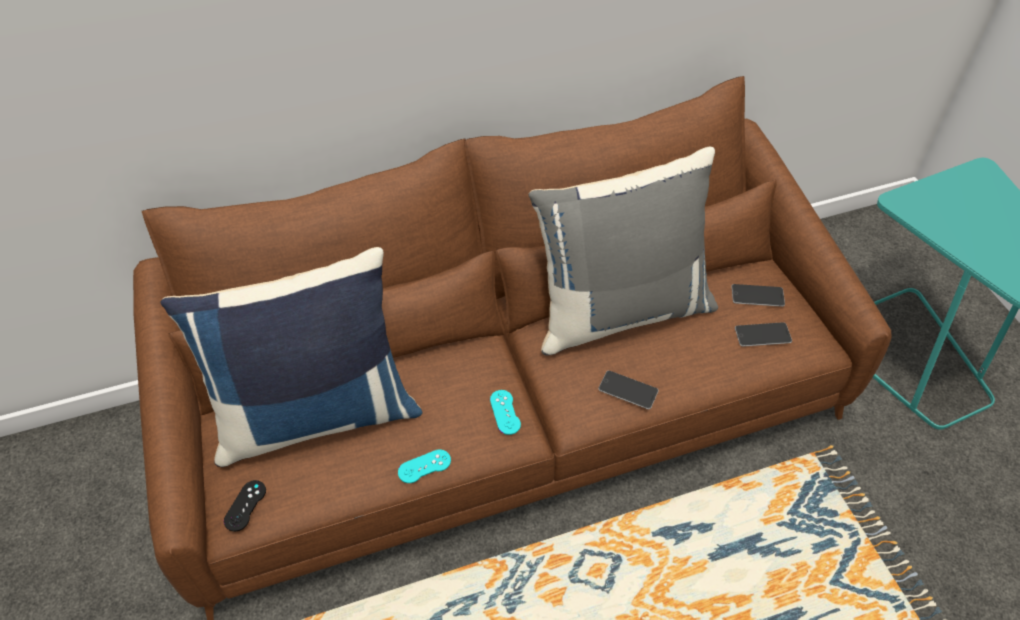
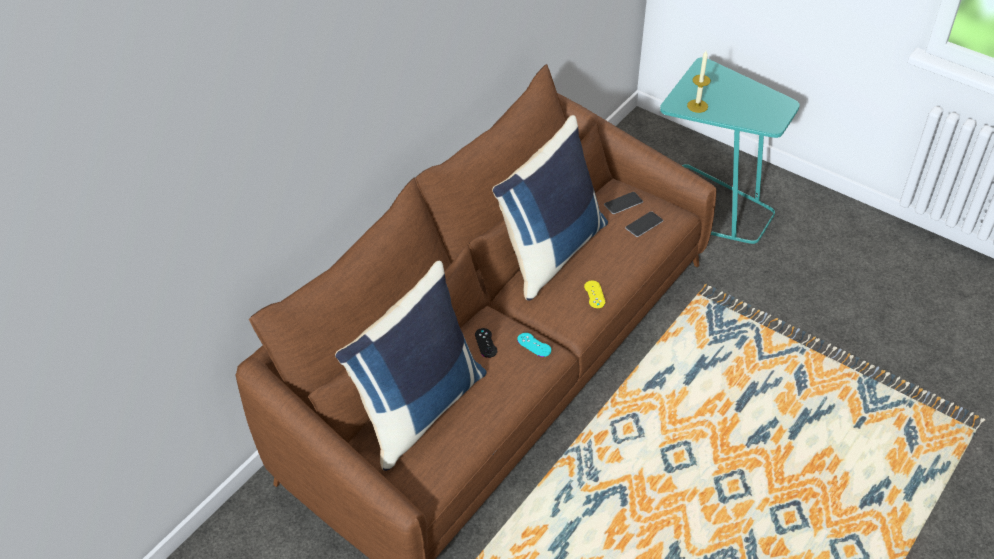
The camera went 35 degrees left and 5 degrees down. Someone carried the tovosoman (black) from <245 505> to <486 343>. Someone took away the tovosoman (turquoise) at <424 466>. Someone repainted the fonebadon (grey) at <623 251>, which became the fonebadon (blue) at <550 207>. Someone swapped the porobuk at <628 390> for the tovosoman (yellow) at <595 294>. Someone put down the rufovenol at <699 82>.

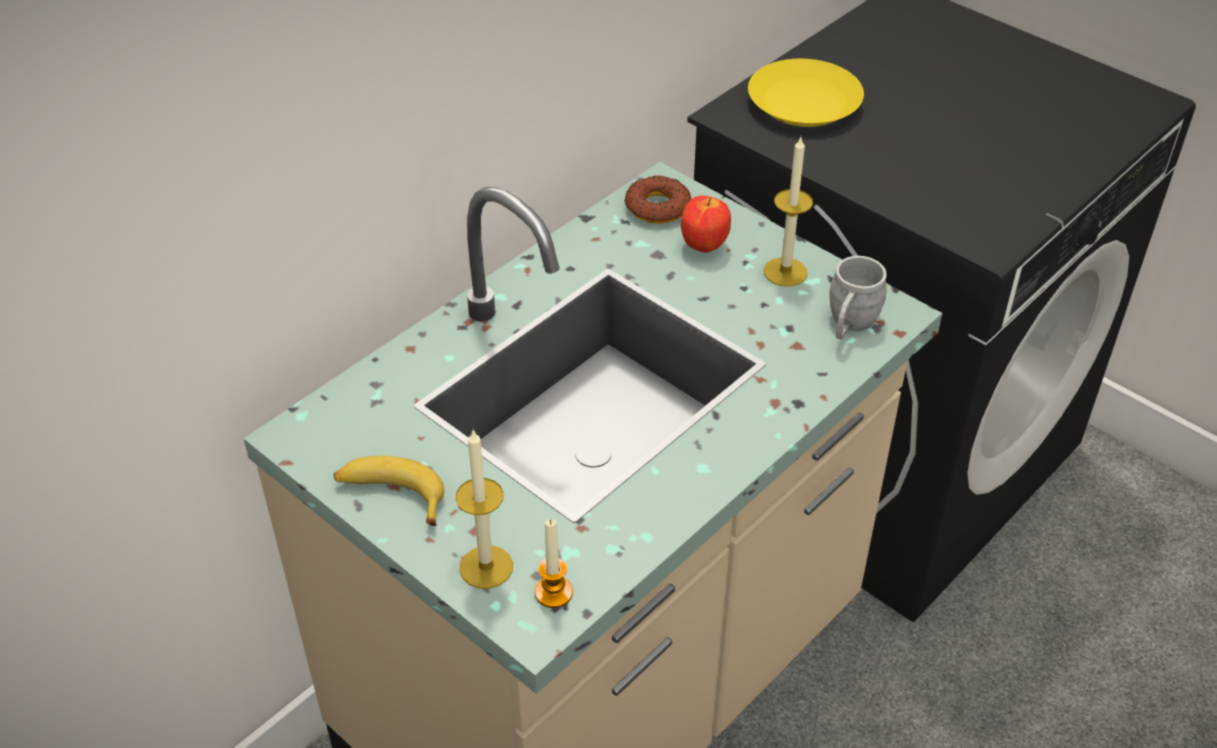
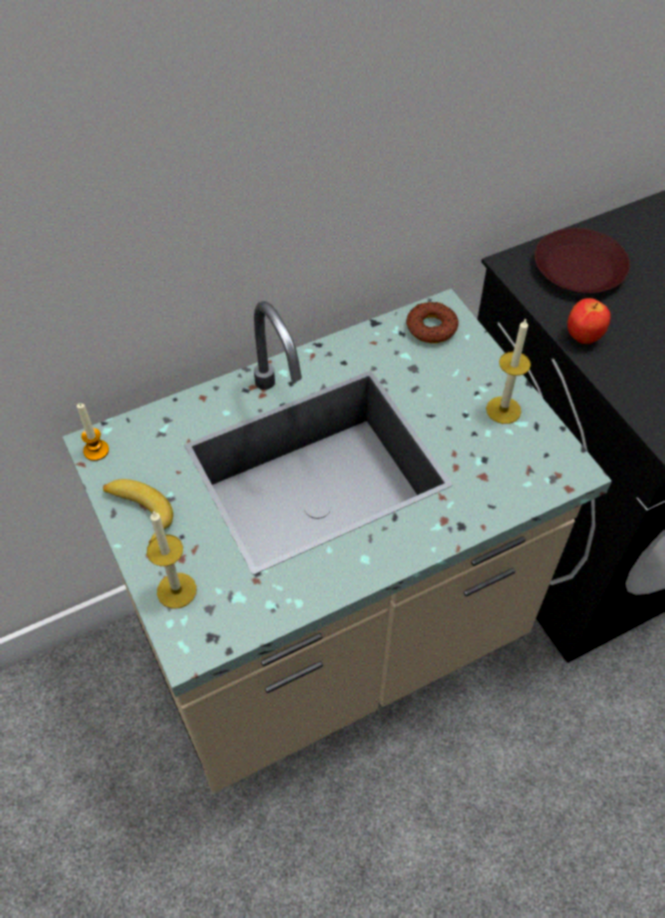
The camera went 20 degrees right and 10 degrees up. Someone carried the rufovenol from <554 563> to <93 432>. Someone carried the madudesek from <706 224> to <589 321>. Someone repainted the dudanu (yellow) at <806 93>, which became the dudanu (brown) at <582 260>. Someone took away the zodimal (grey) at <858 297>.

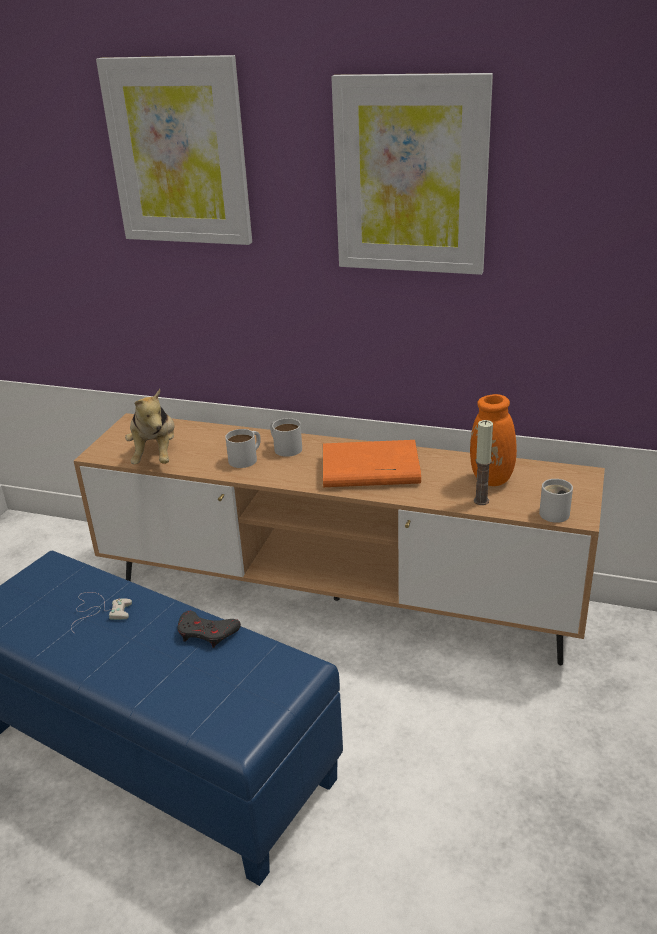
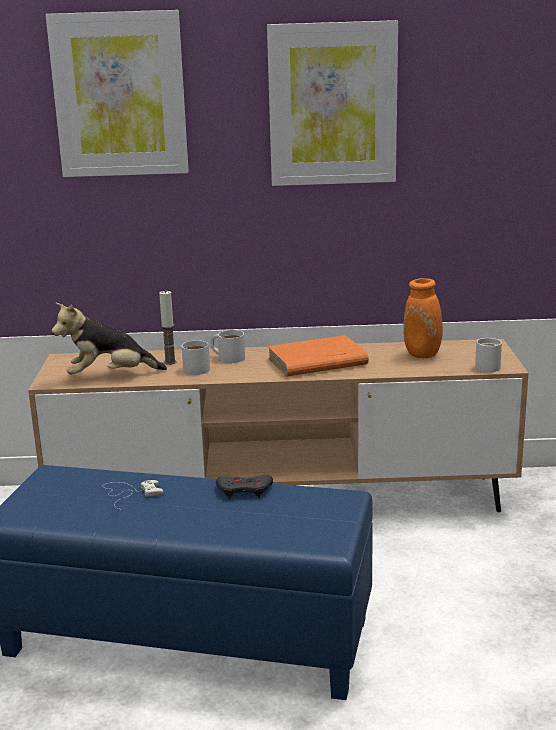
The camera went 20 degrees left and 10 degrees down. Someone rotated the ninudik at <150 426> by 105 degrees clockwise. Someone carried the rufovenol from <483 462> to <168 327>.

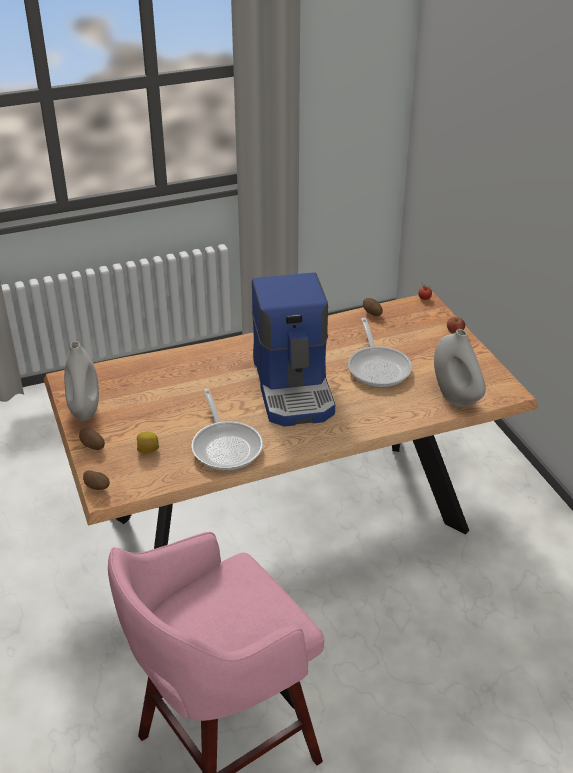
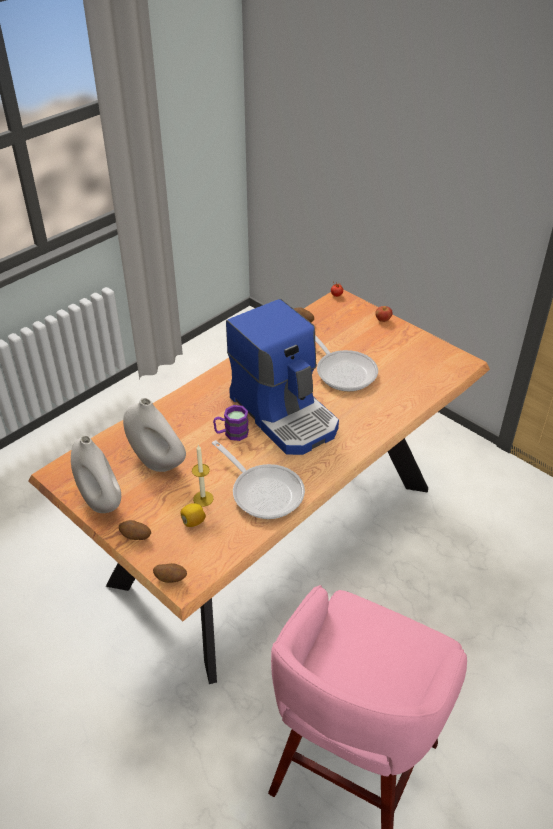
The camera went 25 degrees left and 5 degrees up. Someone carried the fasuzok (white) from <460 368> to <154 435>. Someone put down the rufovenol at <203 476>. Someone put down the zodimal (purple) at <231 423>.

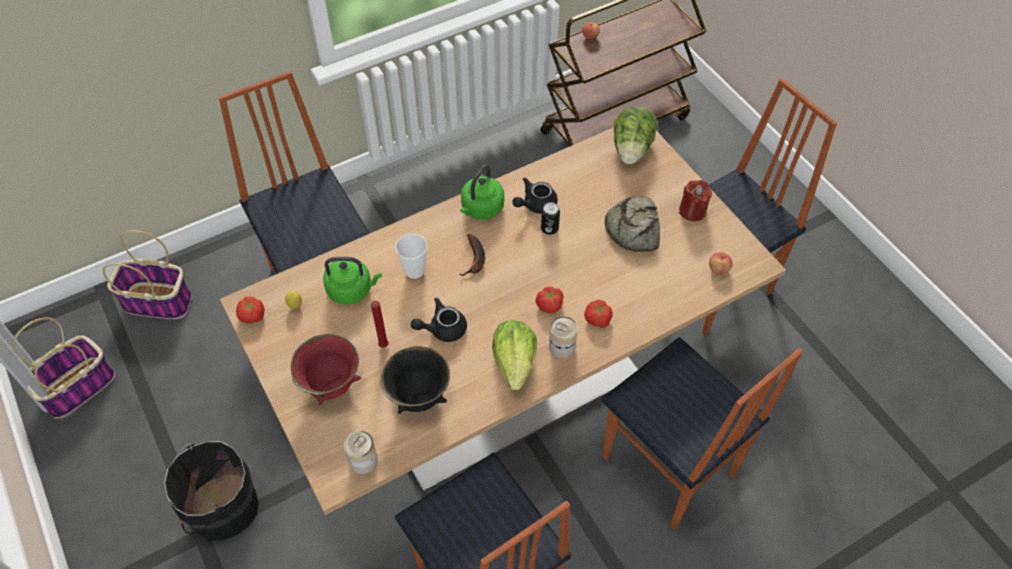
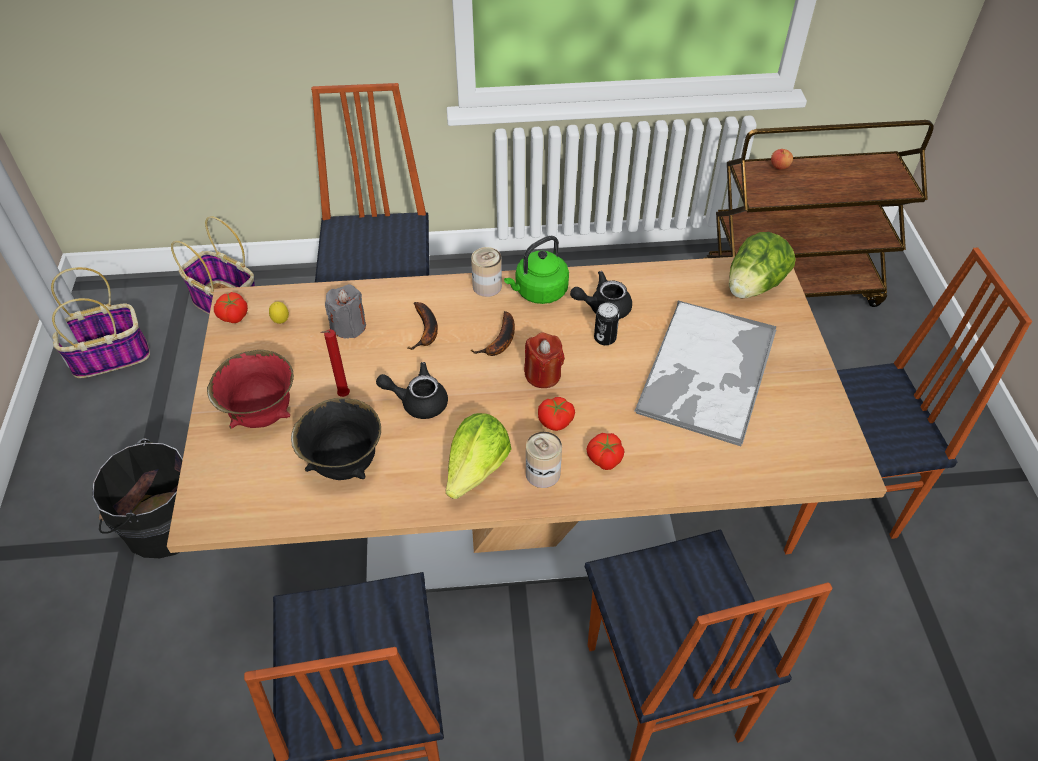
The camera went 25 degrees right and 5 degrees down. Someone swapped the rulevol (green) at <352 281> for the rufovenol (grey) at <345 311>. Someone carried the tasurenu from <361 452> to <486 272>. Someone swapped the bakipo at <411 256> for the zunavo at <422 326>. Someone swapped the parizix at <632 223> for the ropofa at <705 374>. Someone carried the rufovenol (red) from <695 200> to <544 360>. Someone took away the madudesek at <720 263>.

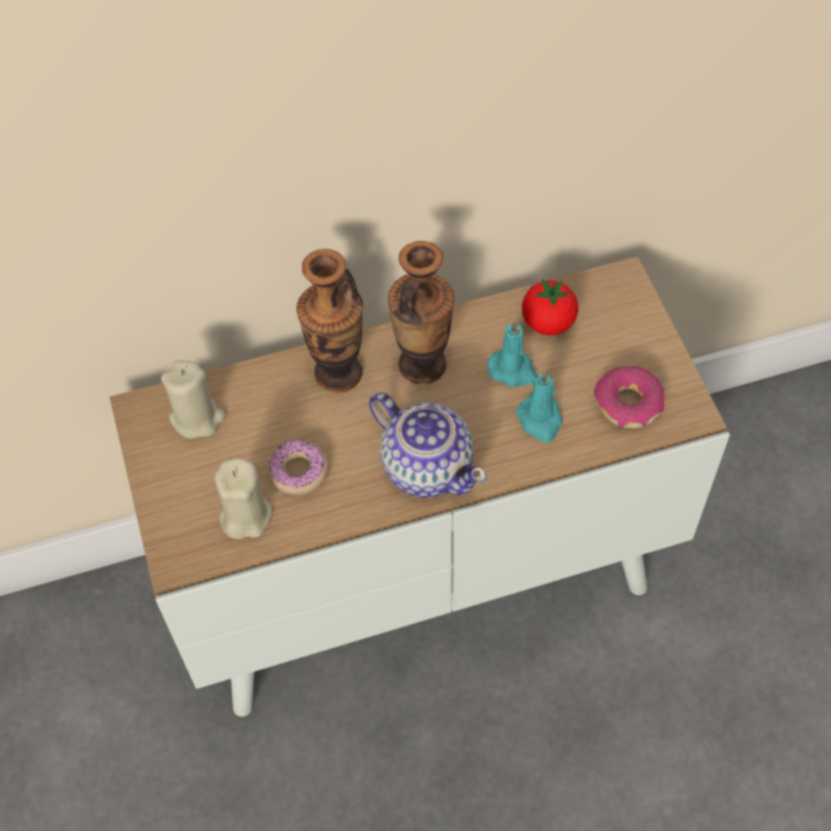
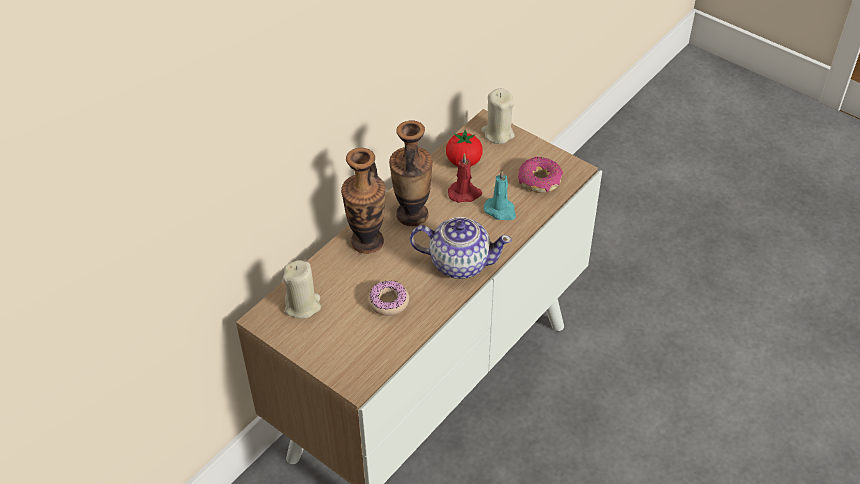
The camera went 35 degrees left and 10 degrees down. Someone carried the rufovenol (beige) from <243 498> to <498 116>. Someone repainted the rufovenol (turquoise) at <512 353>, which became the rufovenol (red) at <465 178>.

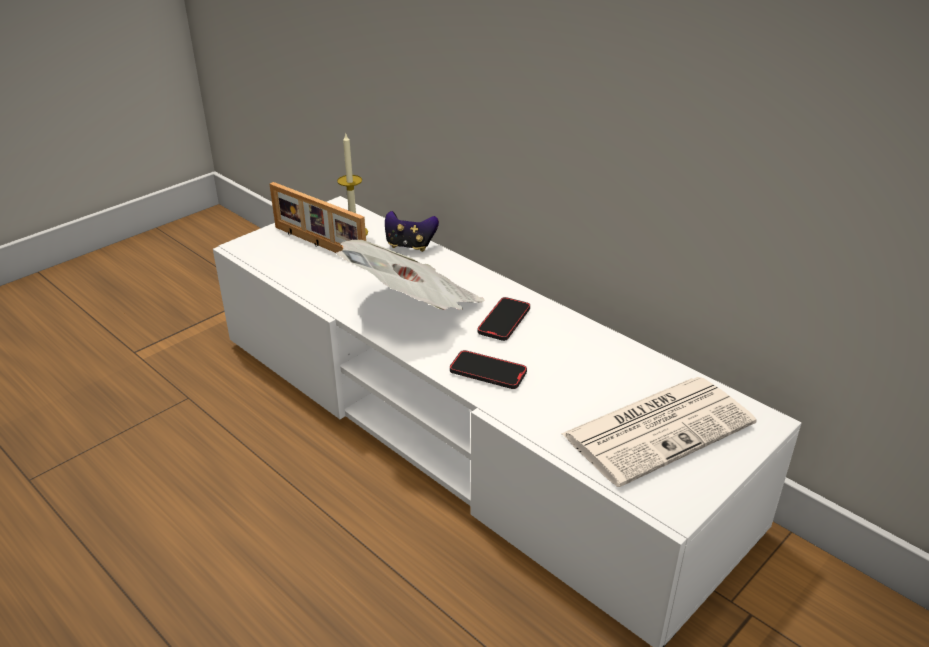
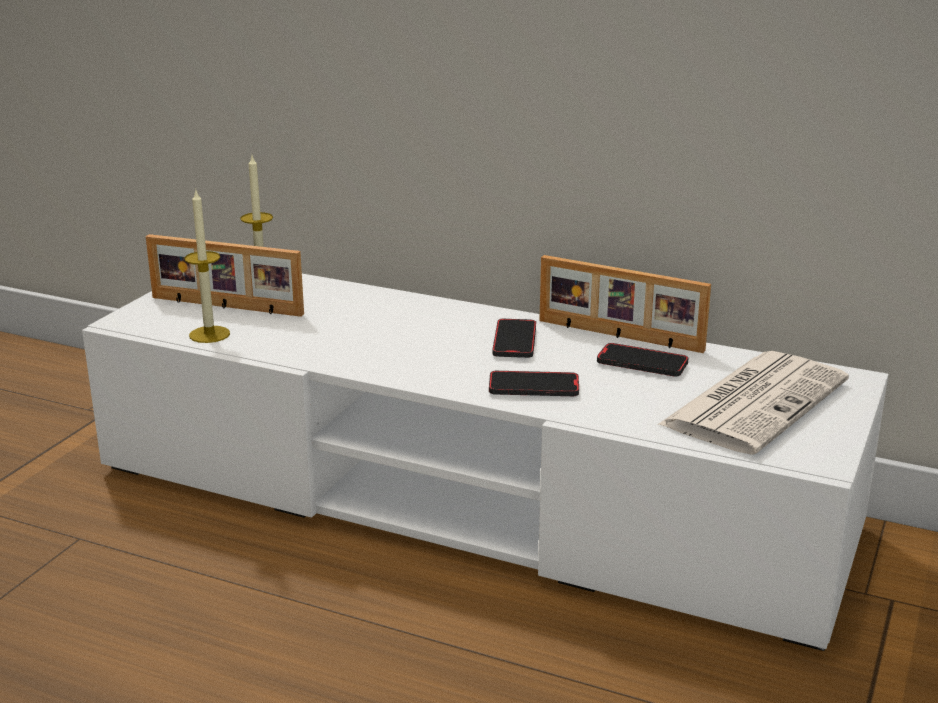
The camera went 20 degrees left and 10 degrees down. Someone took away the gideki at <410 274>. Someone took away the tovosoman at <412 231>. Someone put down the rufovenol at <207 267>. Someone put down the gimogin at <625 304>. Someone put down the porobuk at <643 360>.

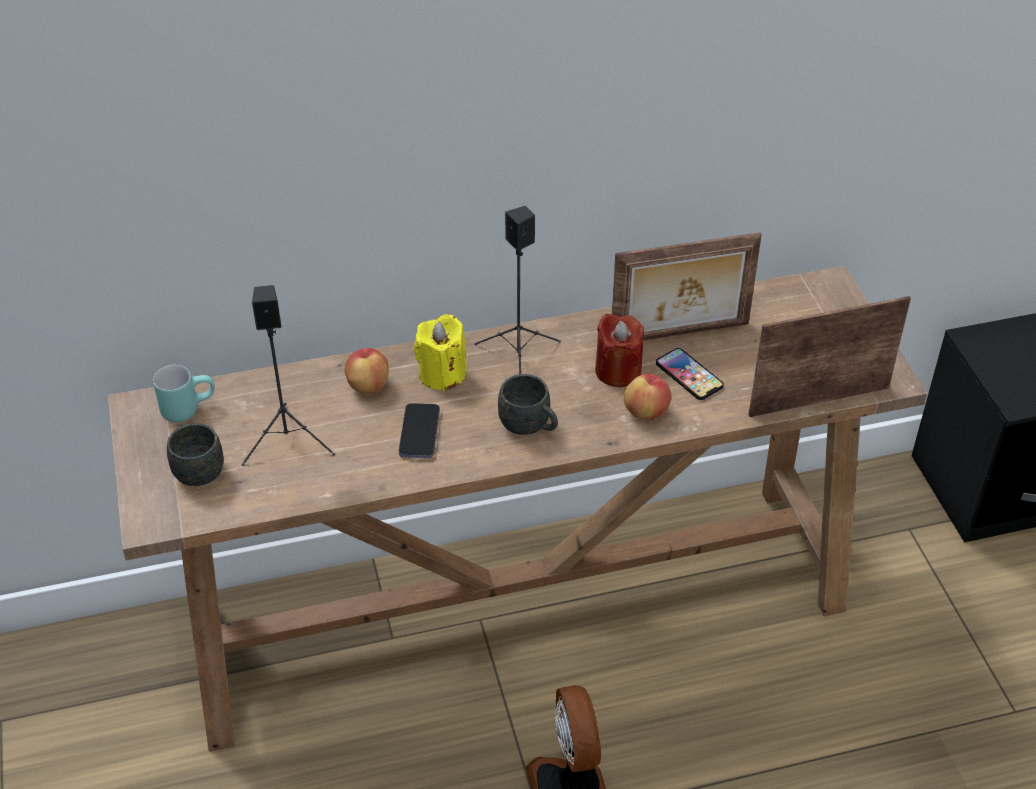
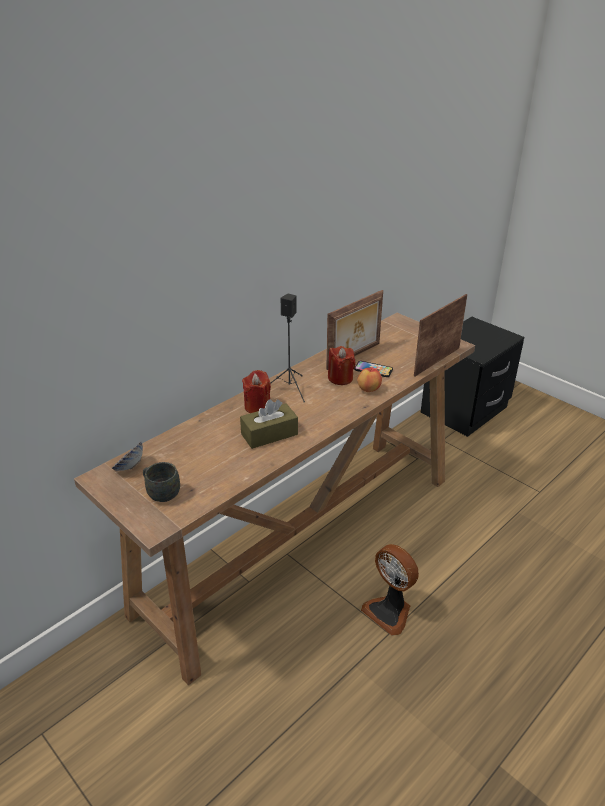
The camera went 30 degrees left and 10 degrees down. Someone swapped the zodimal (turquoise) at <184 393> for the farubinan at <127 456>. Someone took away the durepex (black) at <288 375>. Someone took away the madudesek at <367 371>. Someone swapped the porobuk at <419 430> for the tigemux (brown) at <269 424>. Someone repainted the rufovenol (yellow) at <440 352>, which became the rufovenol (red) at <256 391>. Someone took away the zodimal (grey) at <528 404>.

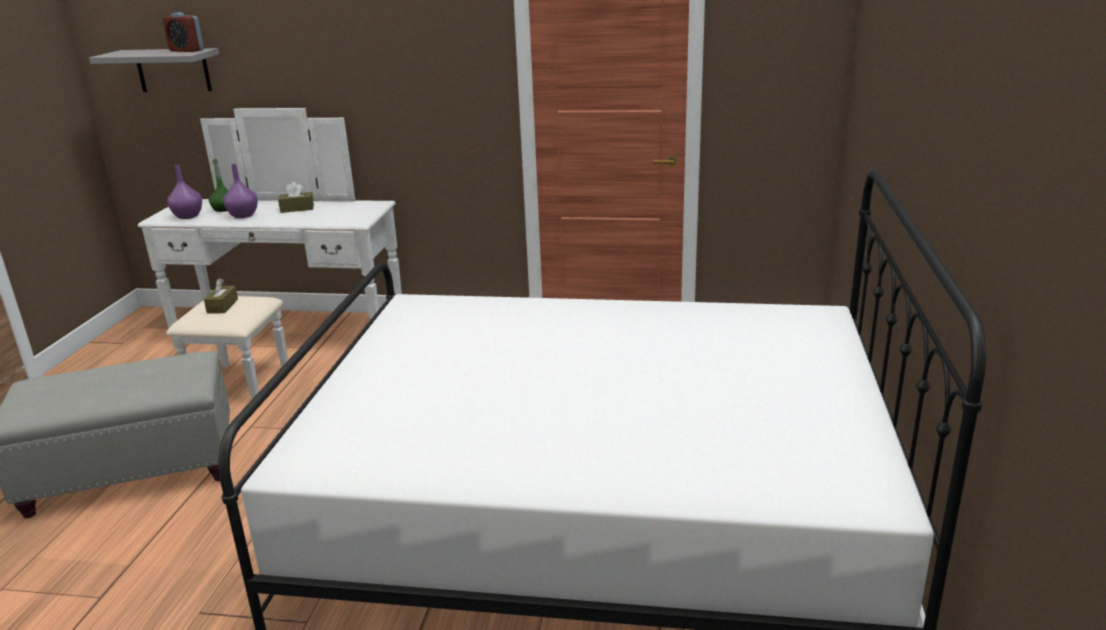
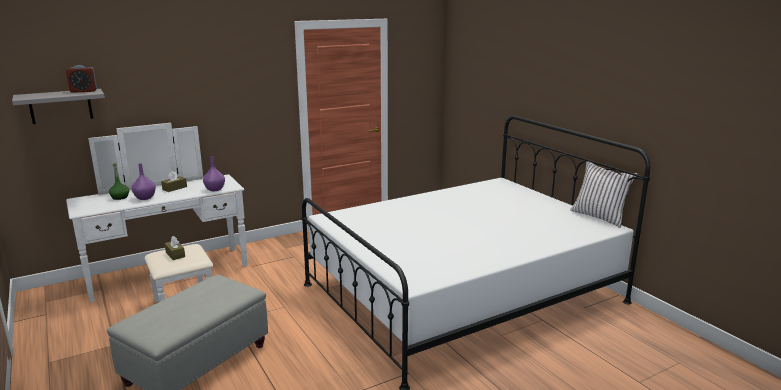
The camera went 40 degrees left and 5 degrees down. Someone carried the fasuzok (purple) from <184 192> to <214 173>. Someone put down the fonebadon (white) at <604 194>.

